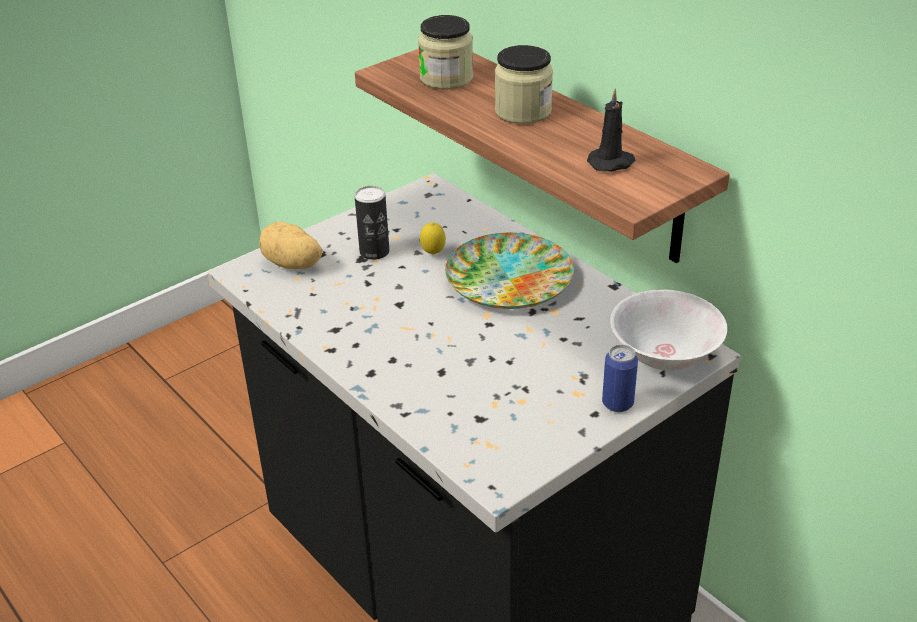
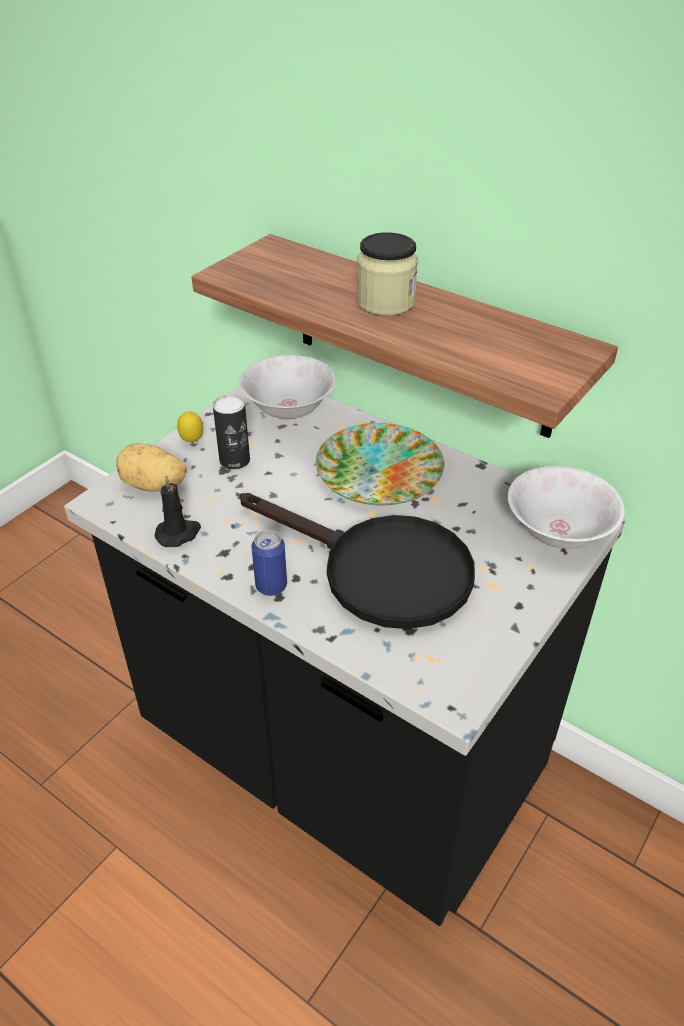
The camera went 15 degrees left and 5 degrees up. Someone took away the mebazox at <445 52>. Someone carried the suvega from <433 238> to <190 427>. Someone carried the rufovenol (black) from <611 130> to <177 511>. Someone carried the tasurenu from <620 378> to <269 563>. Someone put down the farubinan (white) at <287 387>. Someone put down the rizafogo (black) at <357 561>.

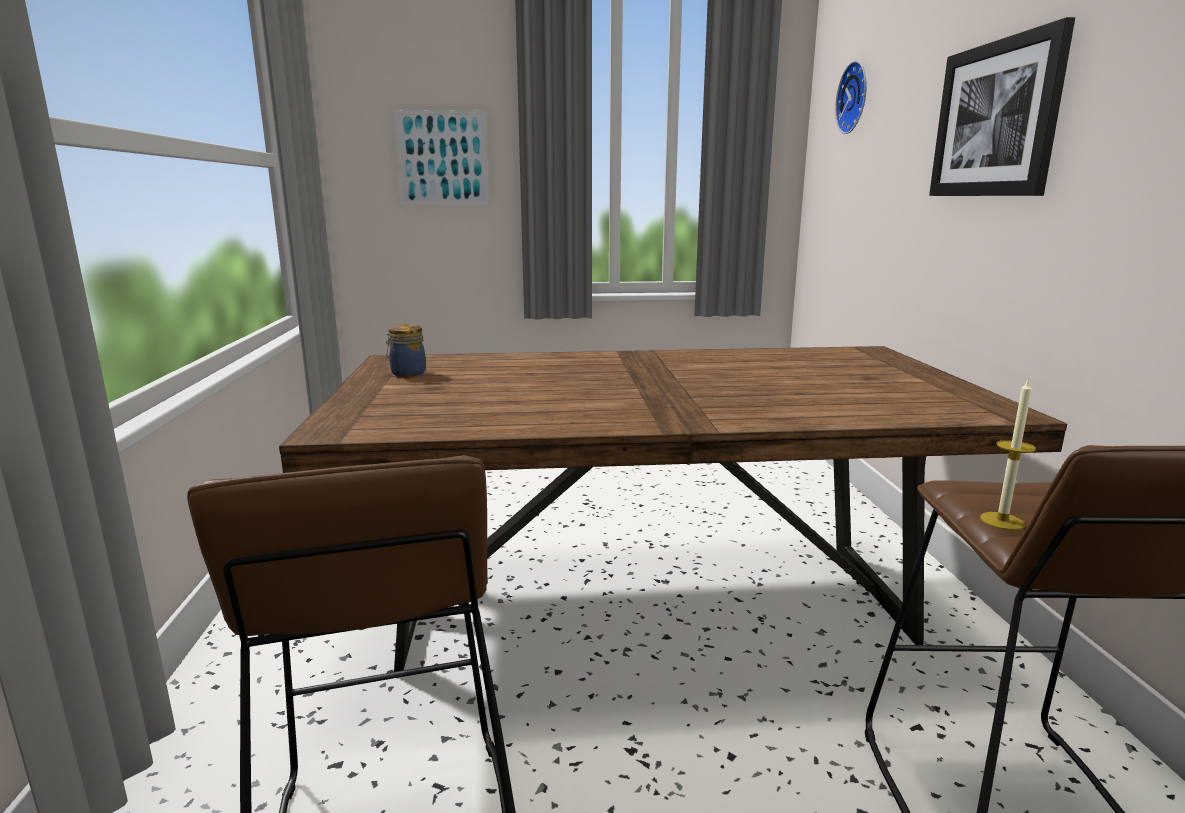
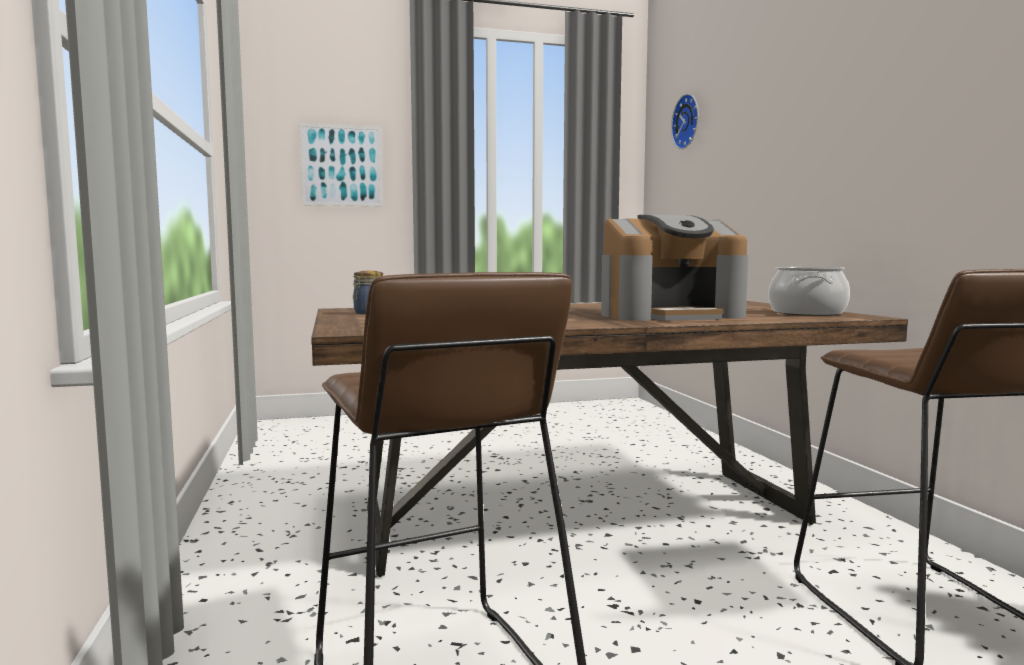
The camera went 10 degrees left and 10 degrees down. Someone took away the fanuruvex at <1002 106>. Someone took away the rufovenol at <1008 454>. Someone put down the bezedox at <674 268>. Someone put down the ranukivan at <809 291>.

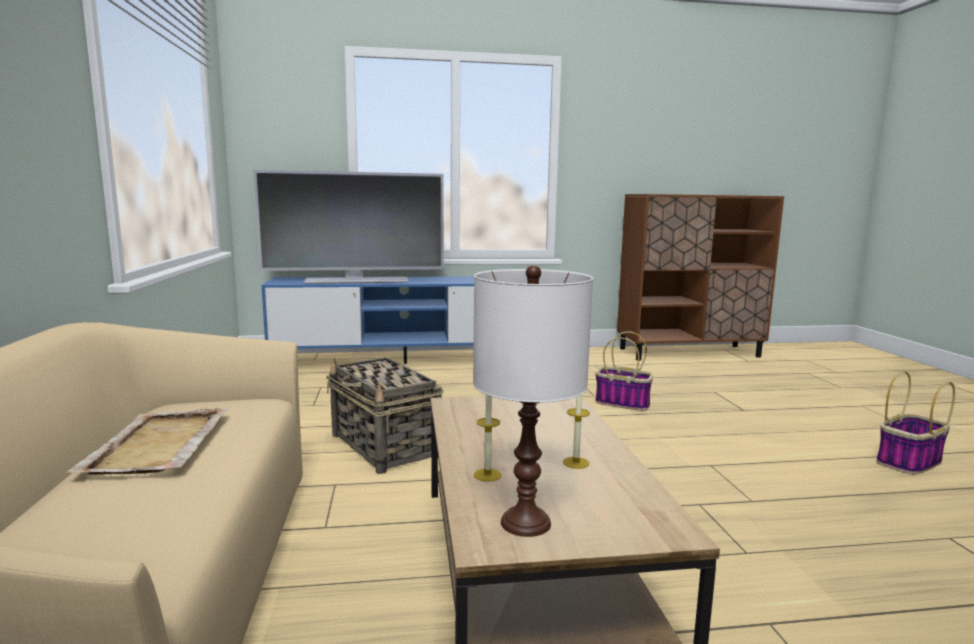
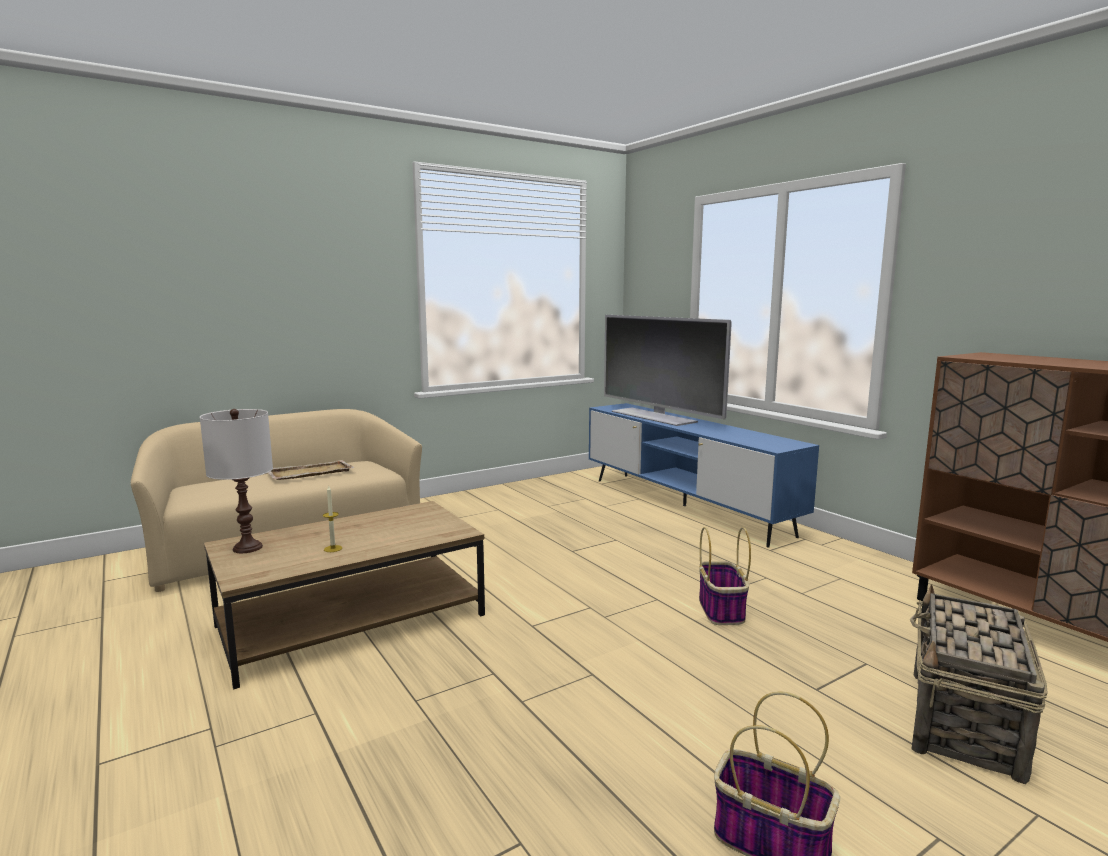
The camera went 65 degrees right and 0 degrees up. Someone carried the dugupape from <385 415> to <979 684>. Someone took away the rufovenol at <487 438>.

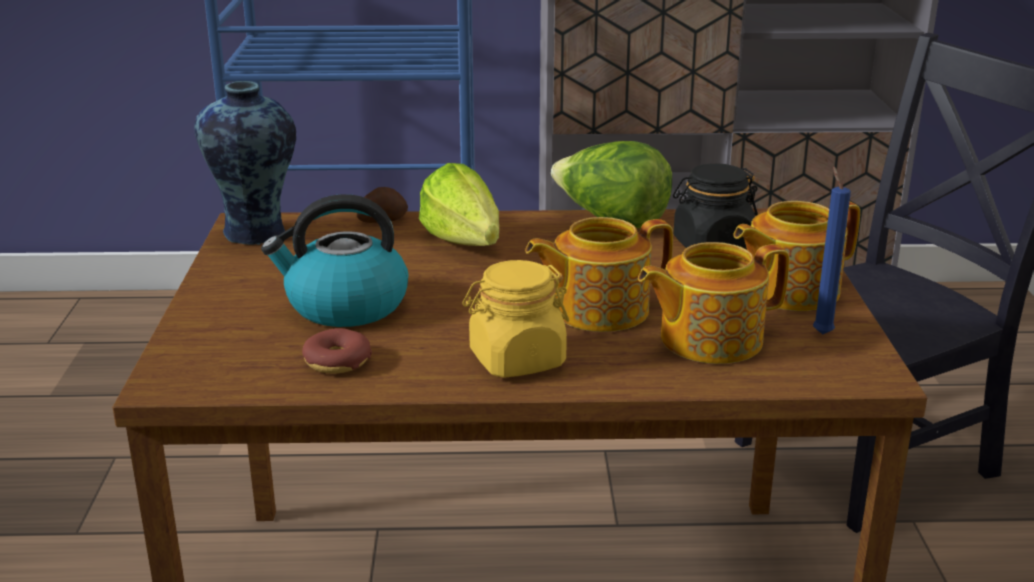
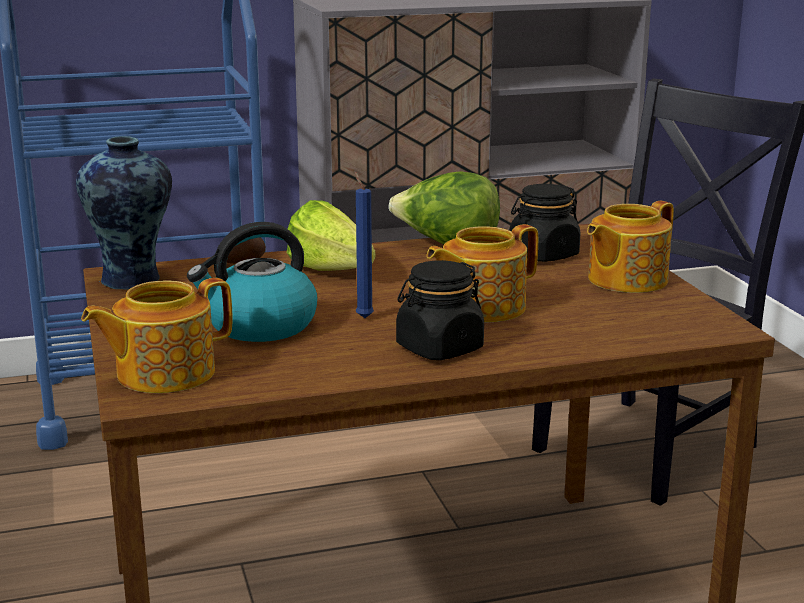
The camera went 15 degrees left and 5 degrees down. Someone took away the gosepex at <337 351>. Someone repainted the mebazox (yellow) at <515 319>, which became the mebazox (black) at <440 310>. Someone carried the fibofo from <714 303> to <156 335>. Someone carried the rufovenol (blue) from <832 250> to <364 245>.

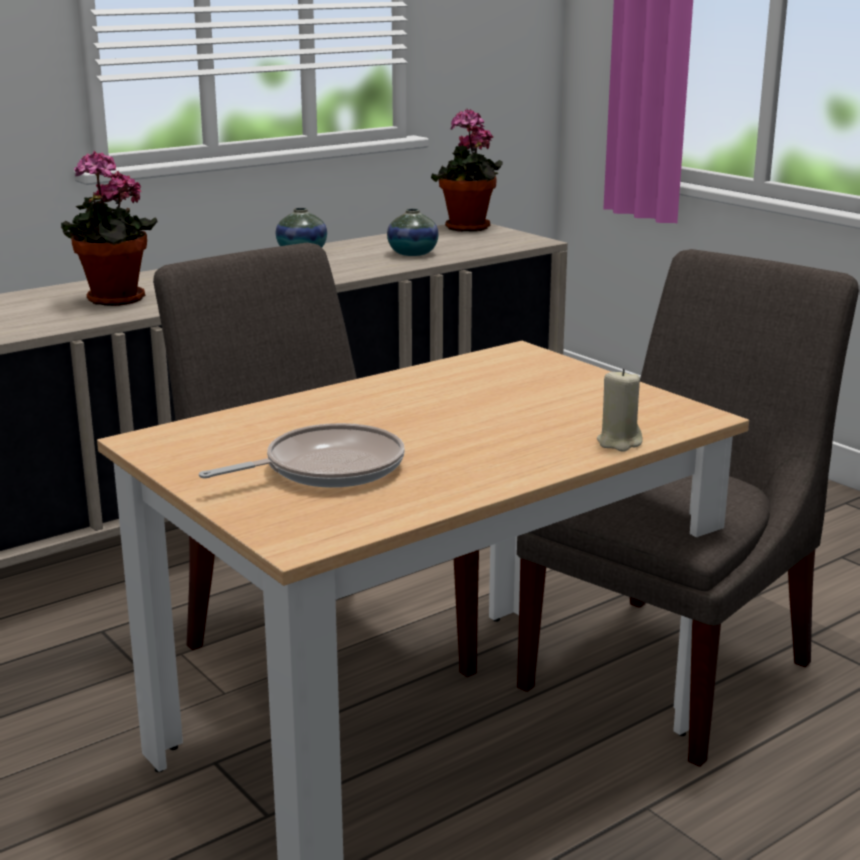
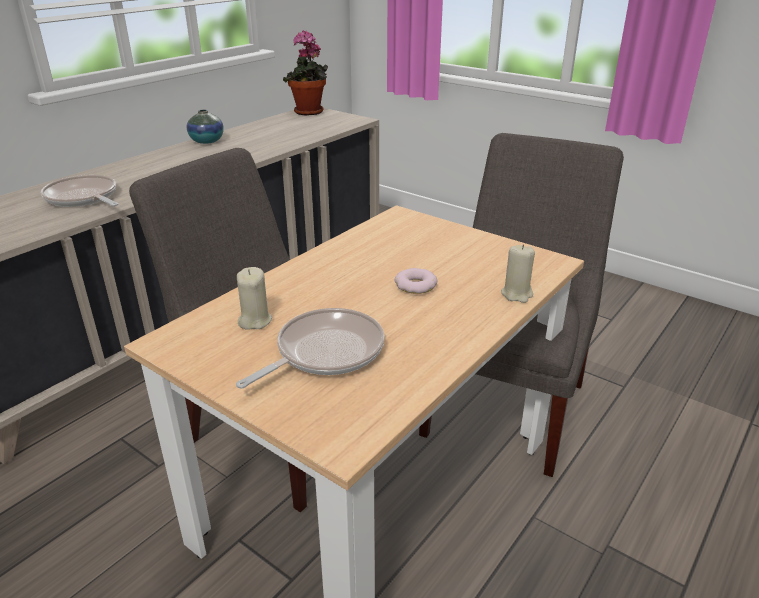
The camera went 15 degrees left and 10 degrees up. Someone swapped the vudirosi at <109 228> for the rizafogo at <80 191>. Someone took away the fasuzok at <413 232>. Someone put down the rufovenol (beige) at <254 298>. Someone put down the gosepex at <416 281>.

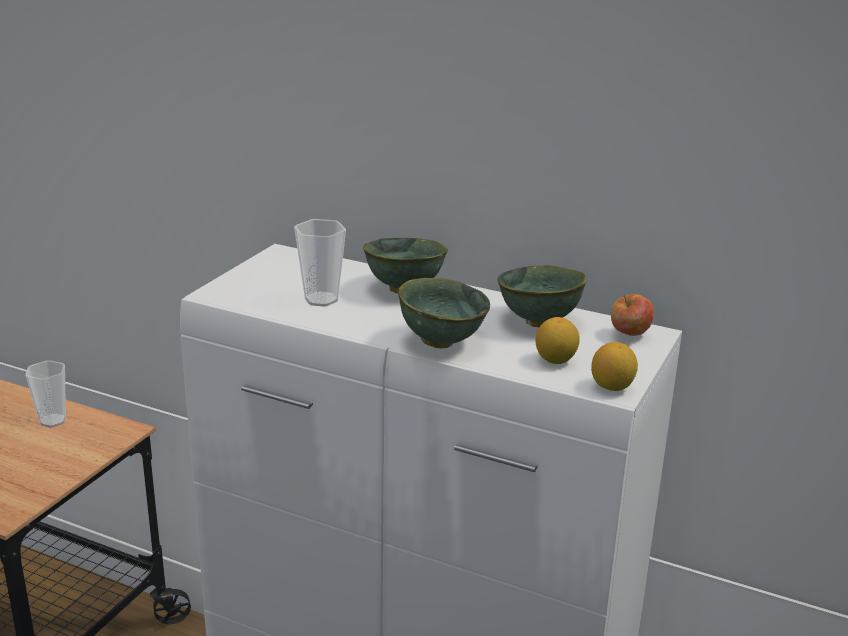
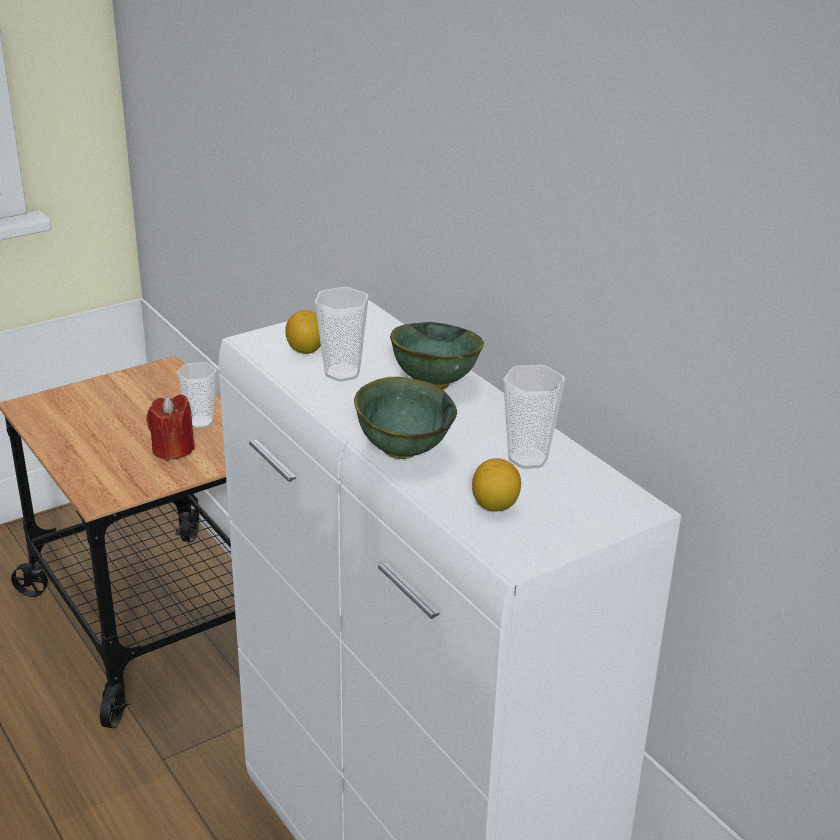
The camera went 30 degrees right and 5 degrees up. Someone swapped the farubinan (green) at <542 296> for the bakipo at <534 417>. Someone carried the suvega from <614 366> to <303 332>. Someone took away the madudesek at <632 315>. Someone put down the rufovenol (red) at <171 427>.

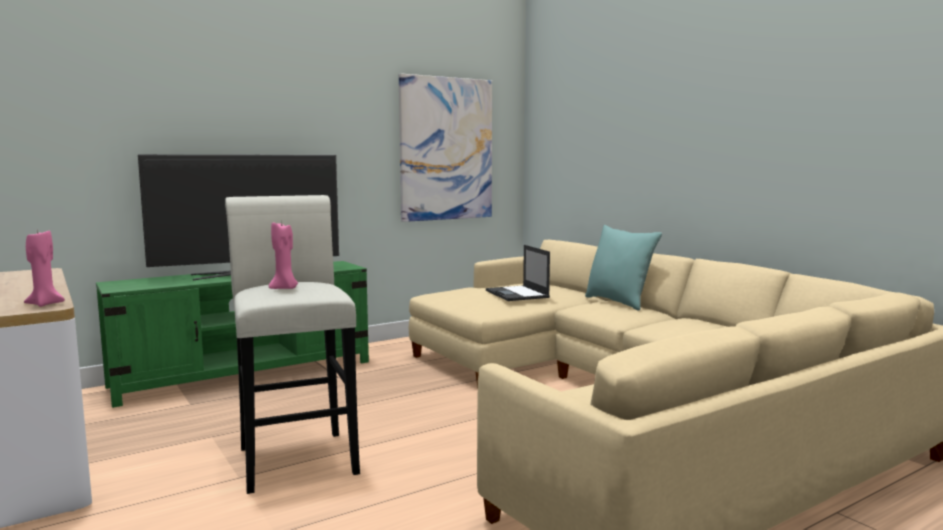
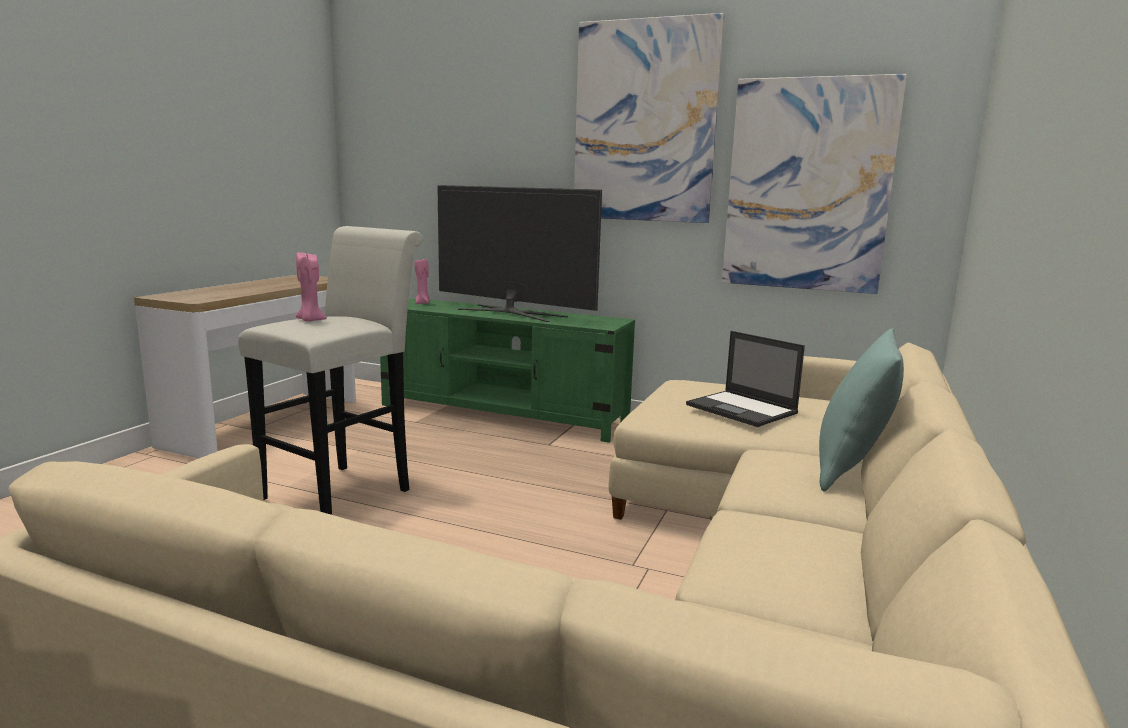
The camera went 55 degrees right and 5 degrees up. Someone carried the rufovenol (pink) from <44 268> to <422 281>. Someone rotated the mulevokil at <518 273> by 75 degrees counterclockwise. Someone put up the fanuruvex at <649 118>.

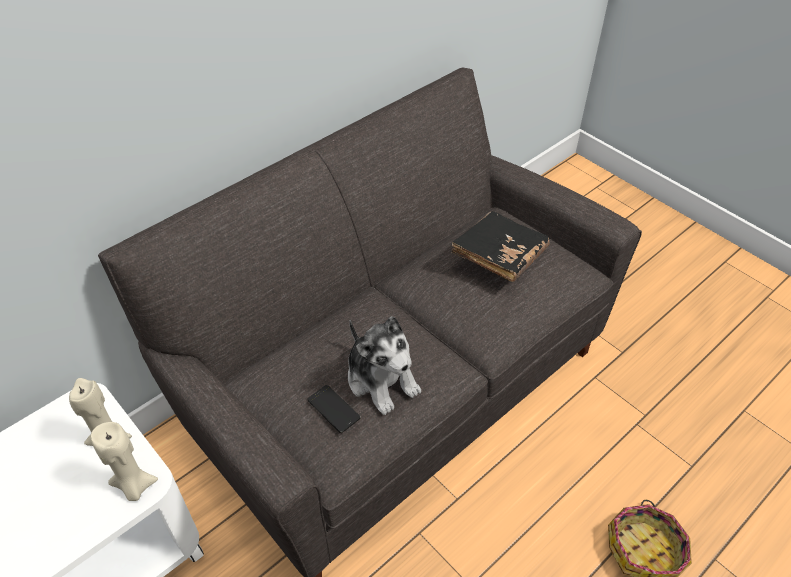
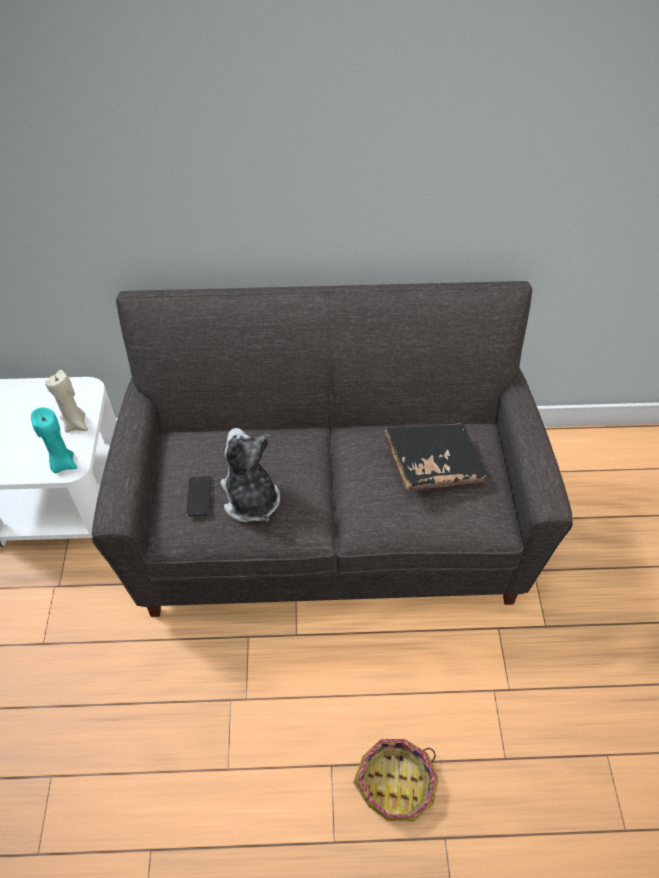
The camera went 40 degrees right and 5 degrees up. Someone repainted the rufovenol (beige) at <124 461>, which became the rufovenol (turquoise) at <54 440>. Someone rotated the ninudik at <384 365> by 150 degrees clockwise.

